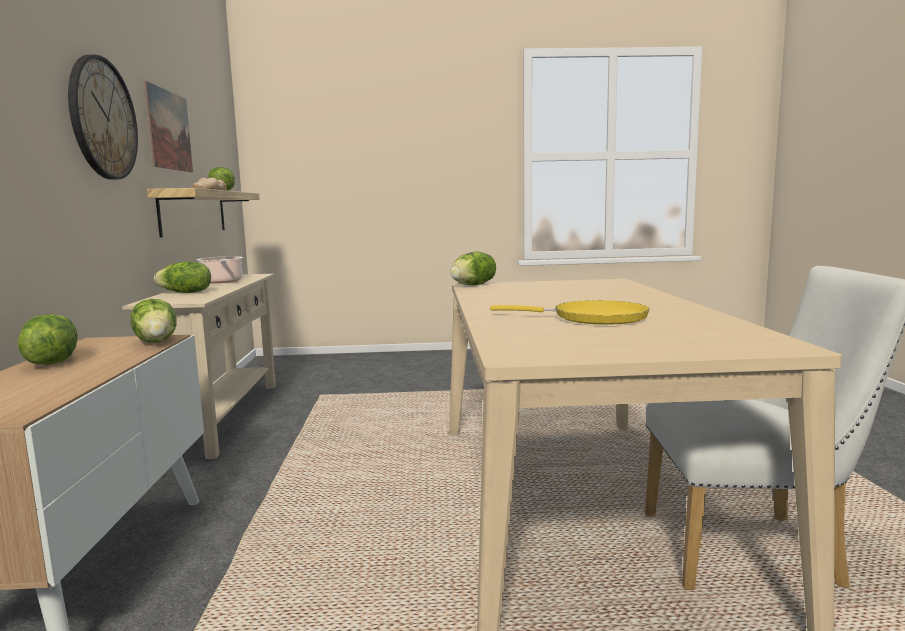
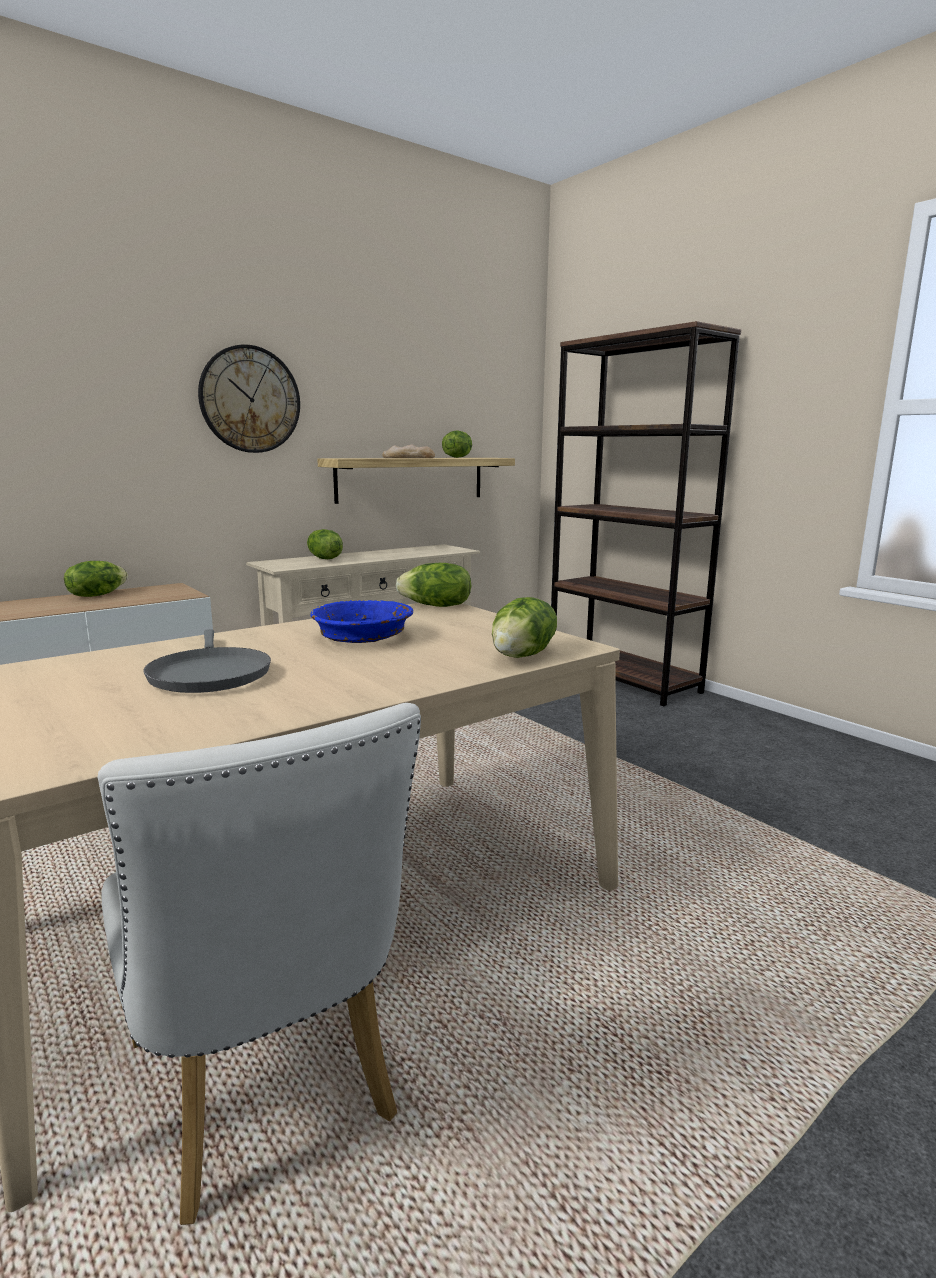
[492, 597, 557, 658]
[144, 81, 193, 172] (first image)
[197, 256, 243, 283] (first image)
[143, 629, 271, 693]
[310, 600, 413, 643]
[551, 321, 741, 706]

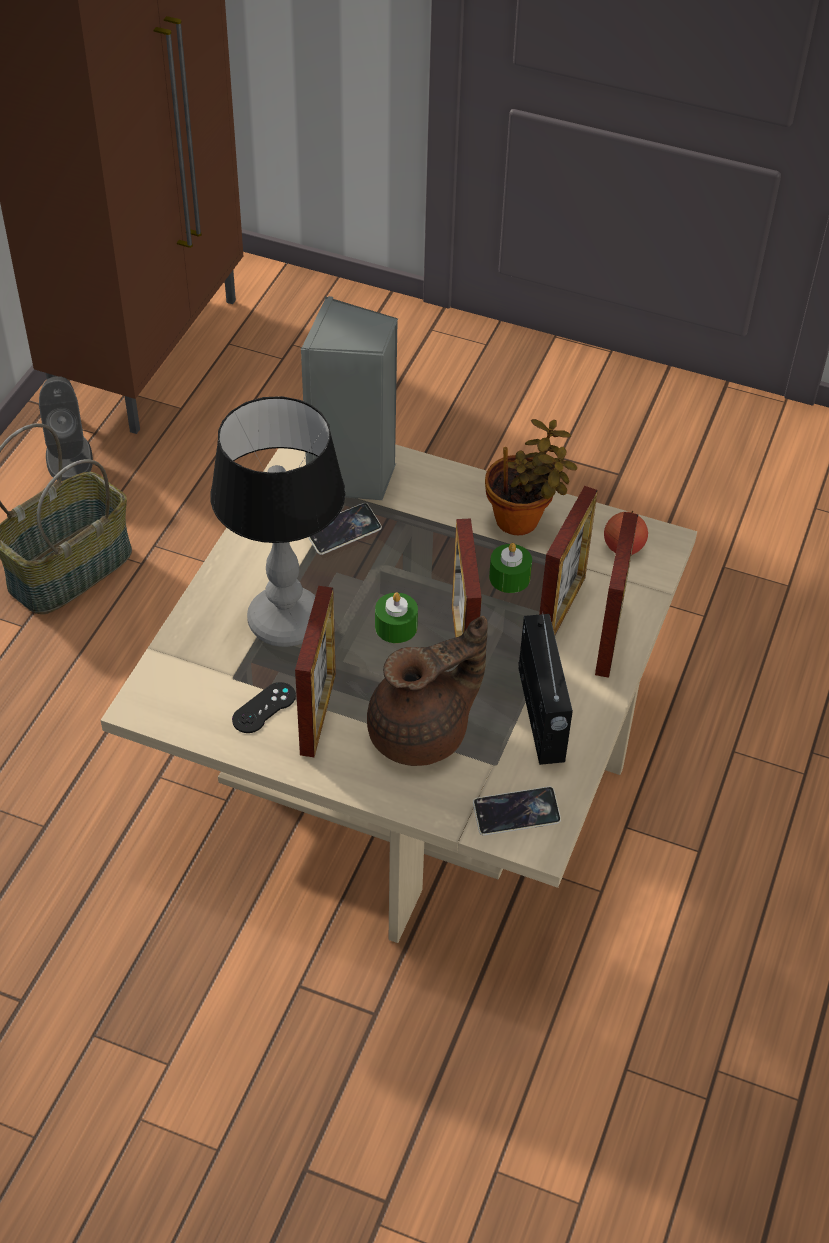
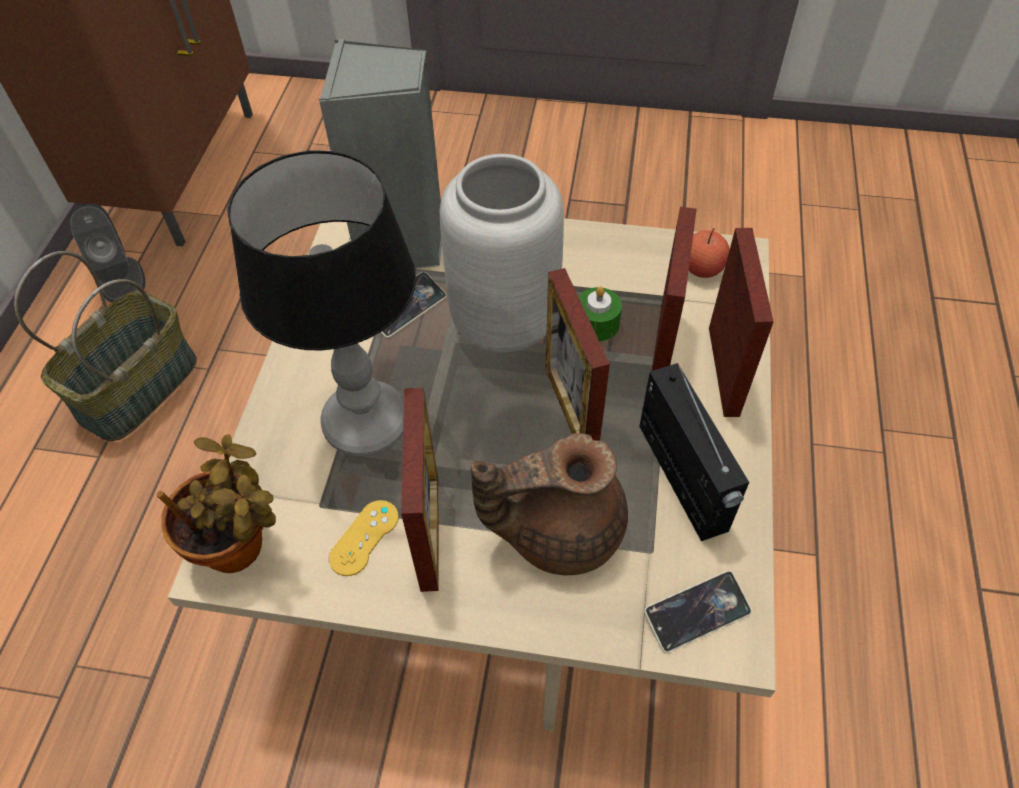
[329, 500, 399, 576]
[471, 433, 628, 575]
[375, 592, 418, 643] (first image)
[157, 434, 276, 573]
[440, 154, 564, 352]

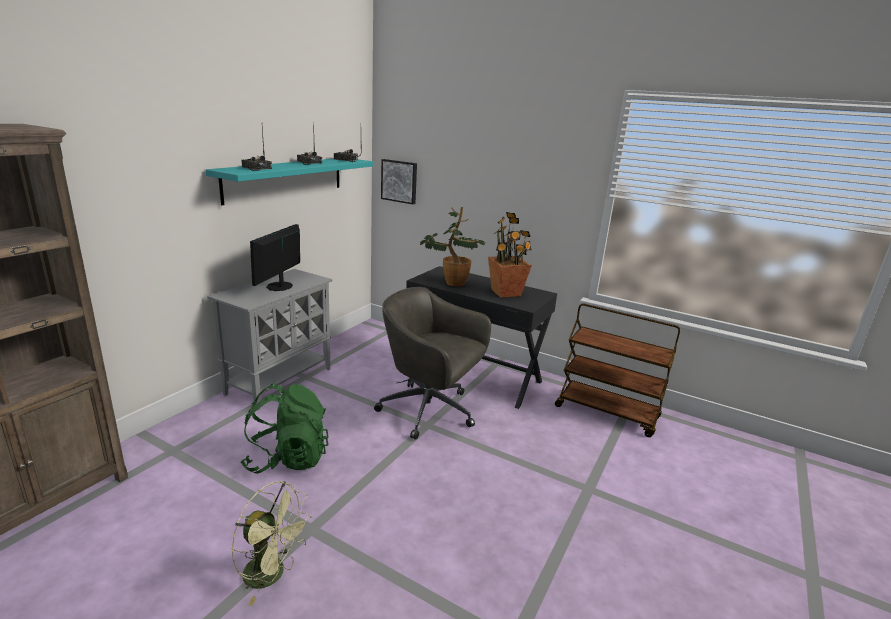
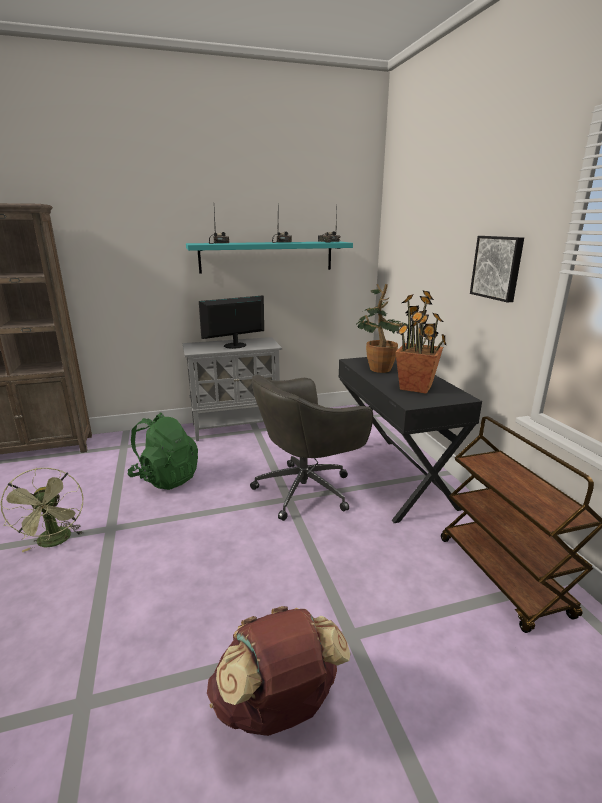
[250, 374, 373, 521]
[470, 236, 524, 302]
[207, 606, 350, 736]

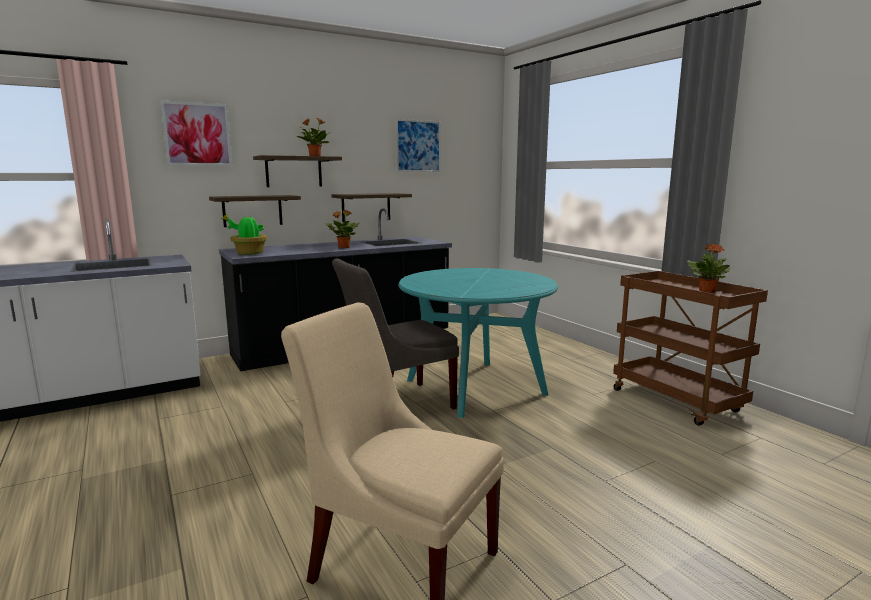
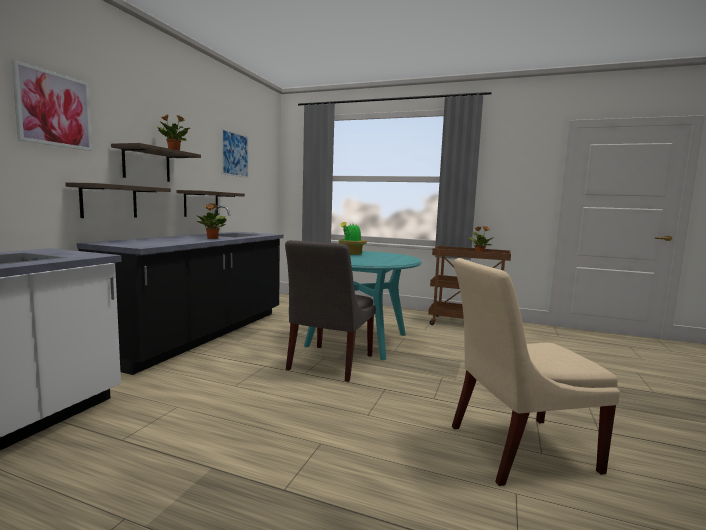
[339, 222, 367, 255]

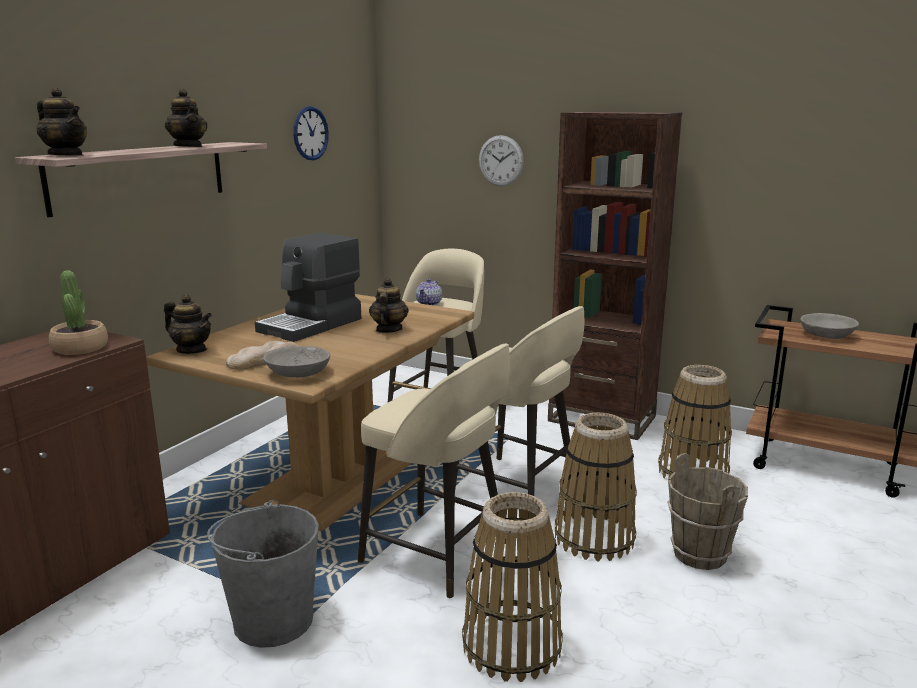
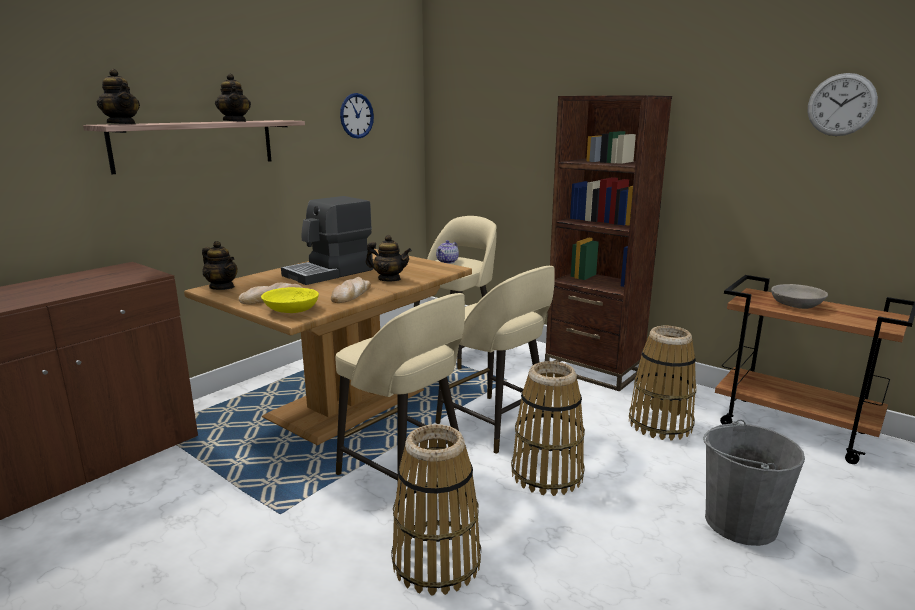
[49, 270, 108, 355] (first image)
[703, 419, 805, 546]
[261, 287, 319, 313]
[366, 235, 412, 281]
[808, 73, 878, 136]
[667, 453, 748, 570] (first image)
[331, 277, 371, 303]

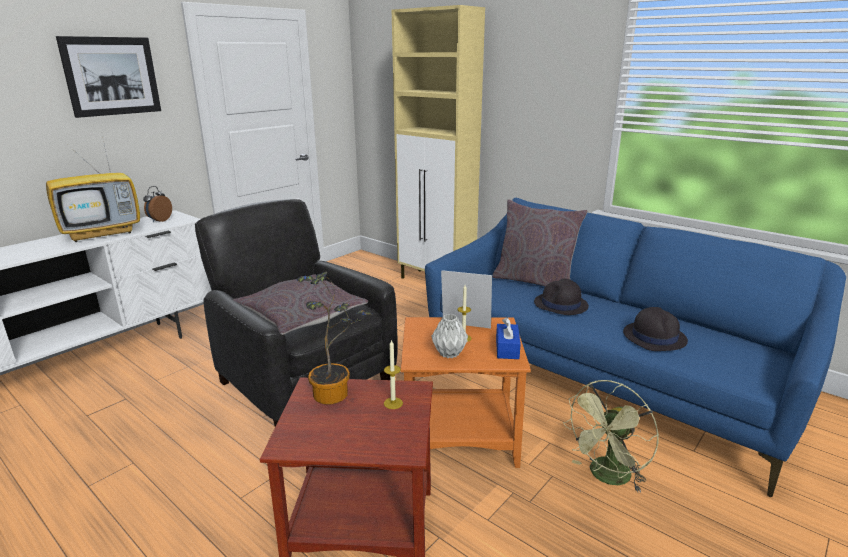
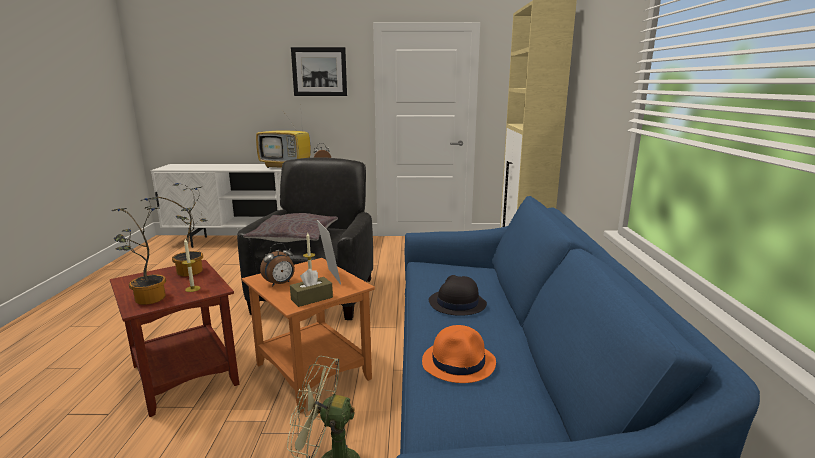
[260, 243, 295, 287]
[492, 199, 588, 286] (first image)
[290, 269, 333, 307]
[422, 325, 496, 383]
[111, 198, 166, 305]

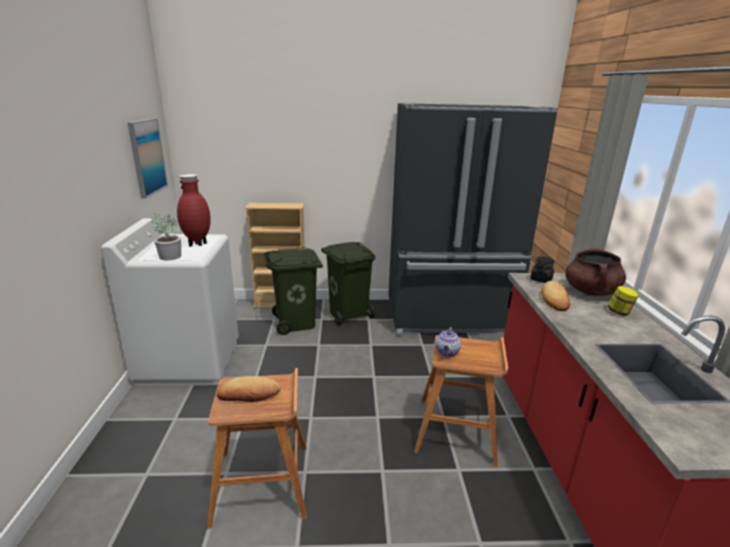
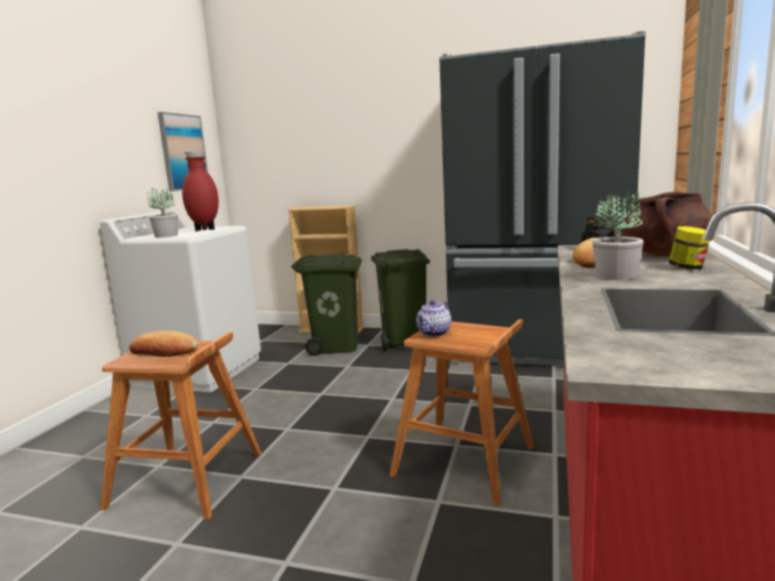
[592, 190, 644, 280]

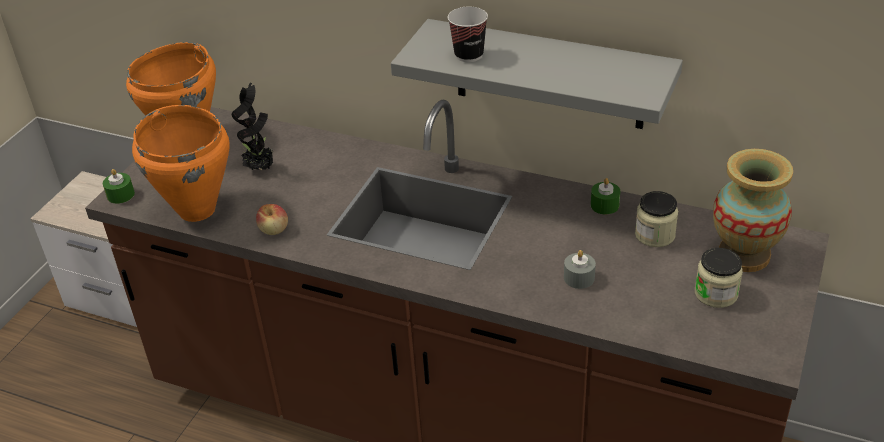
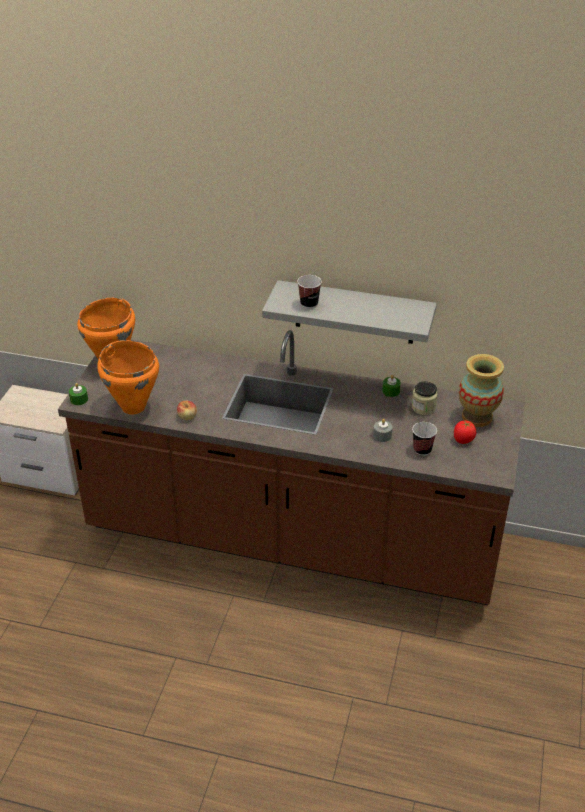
[232, 82, 273, 170] (first image)
[454, 421, 476, 444]
[412, 422, 437, 456]

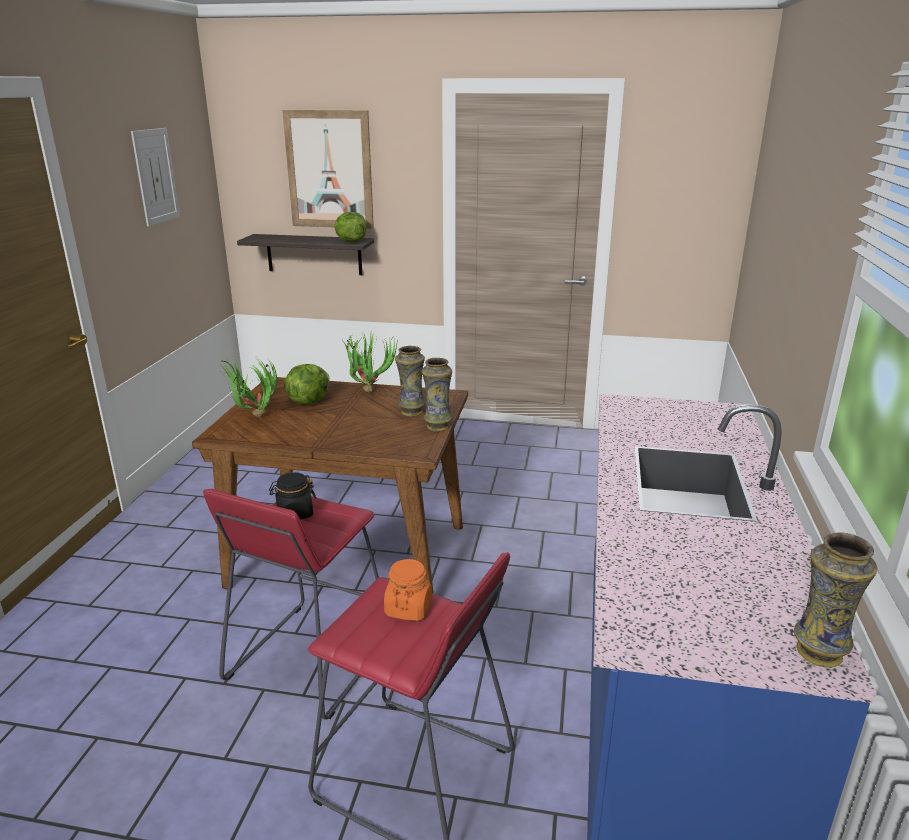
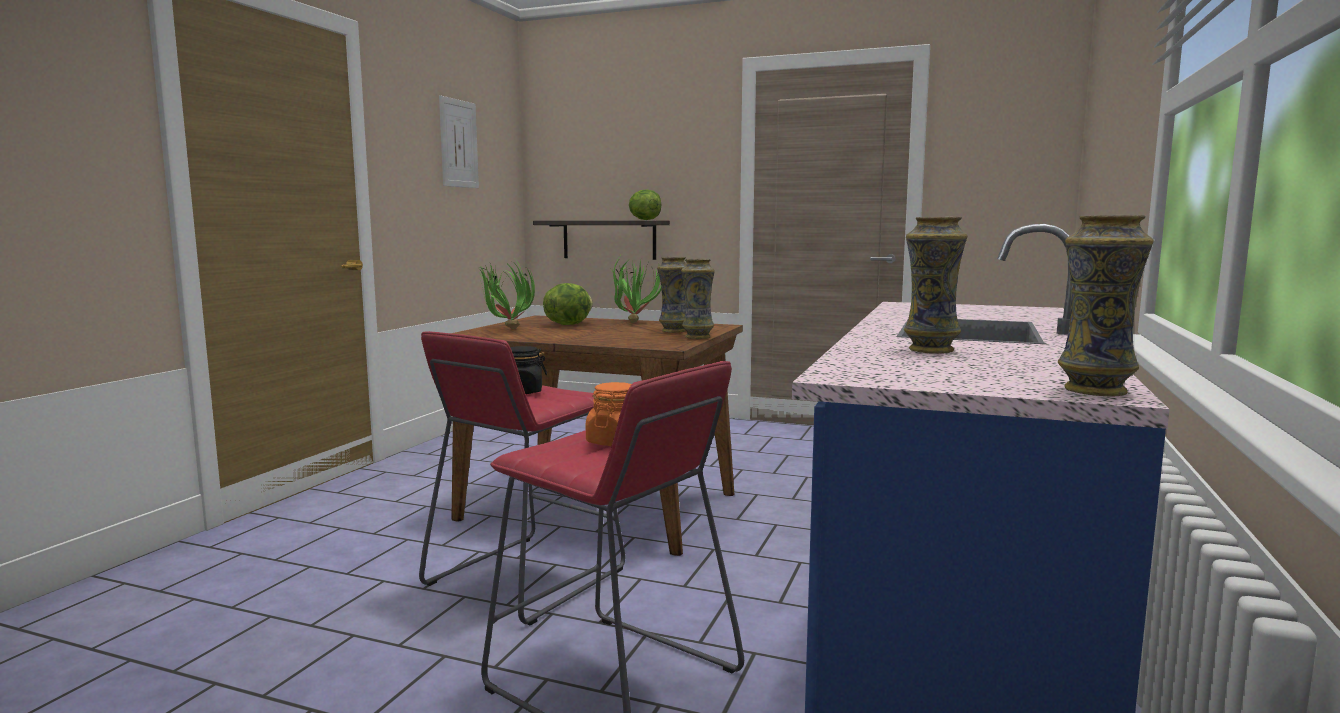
[282, 110, 374, 229] (first image)
[904, 216, 967, 354]

